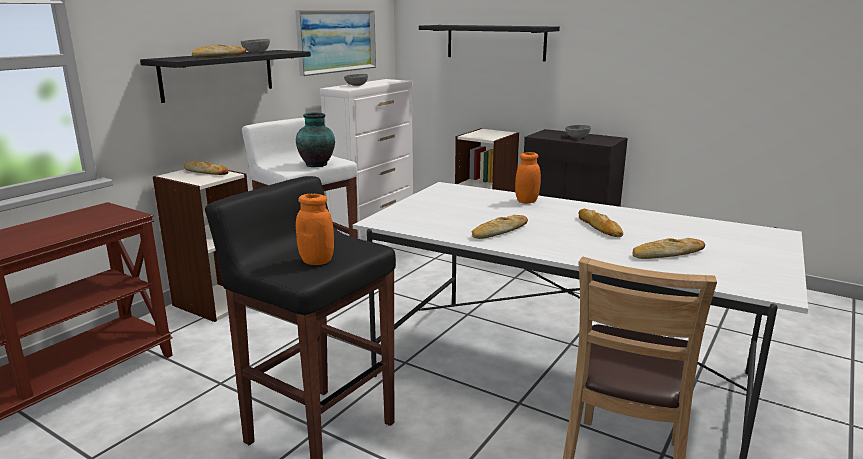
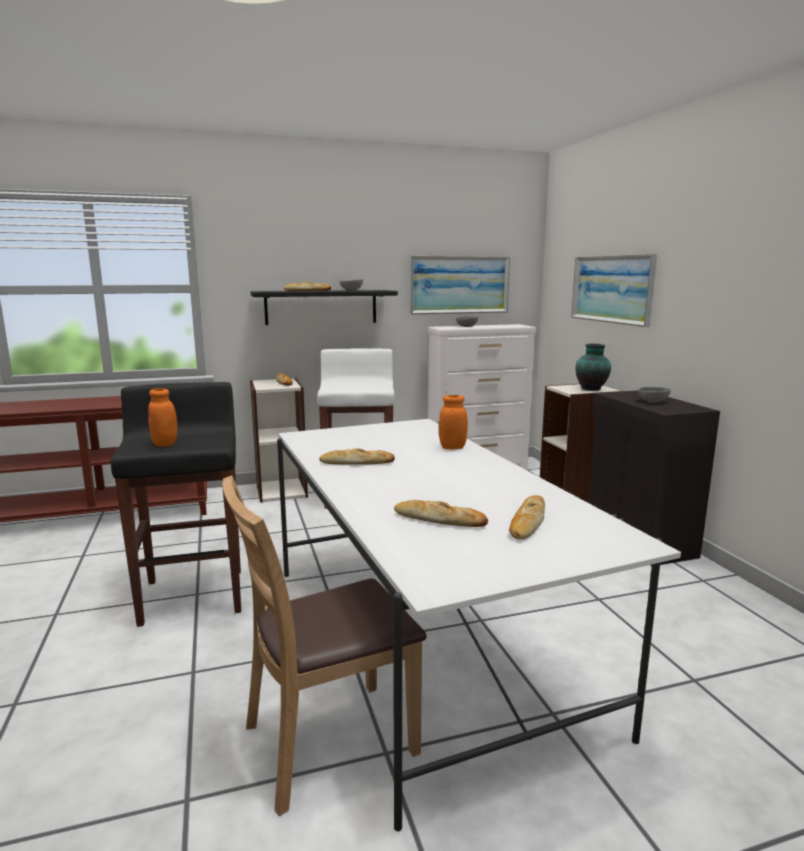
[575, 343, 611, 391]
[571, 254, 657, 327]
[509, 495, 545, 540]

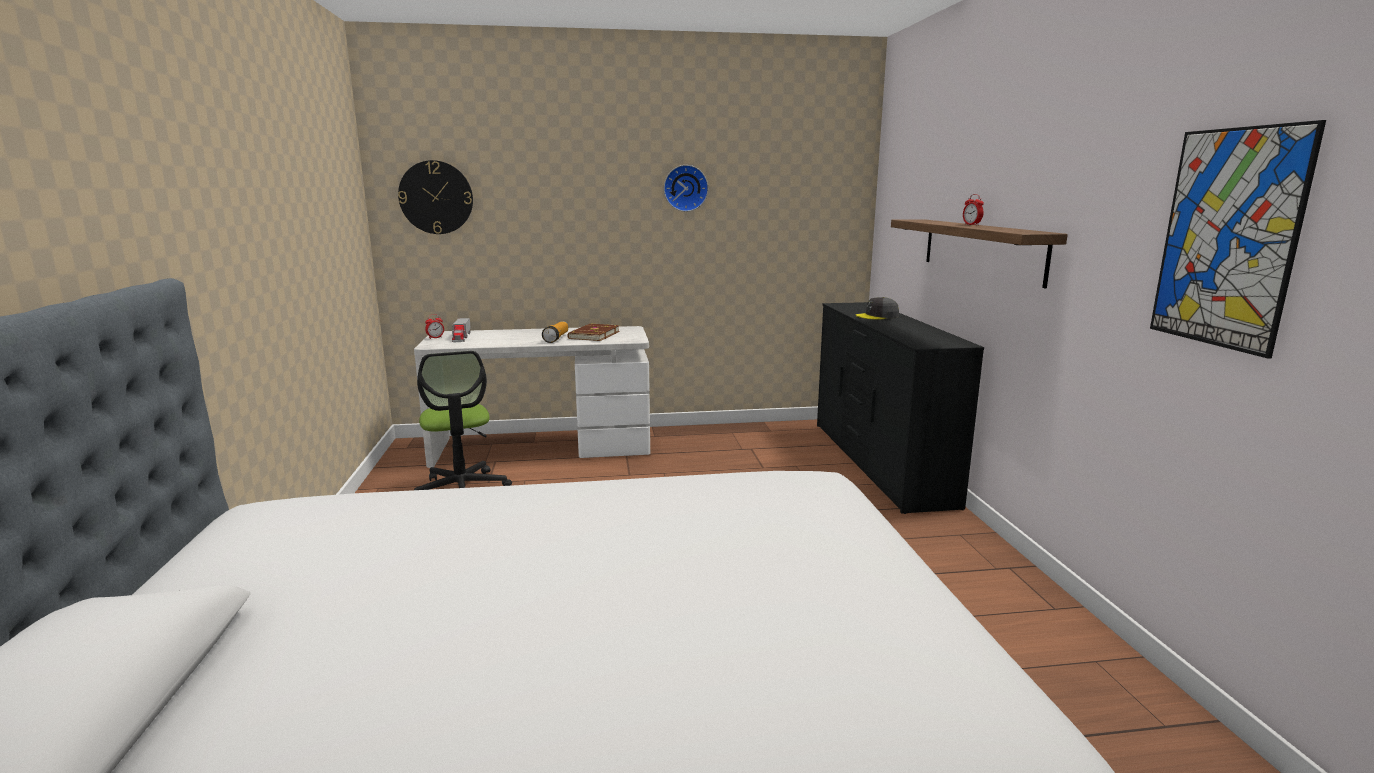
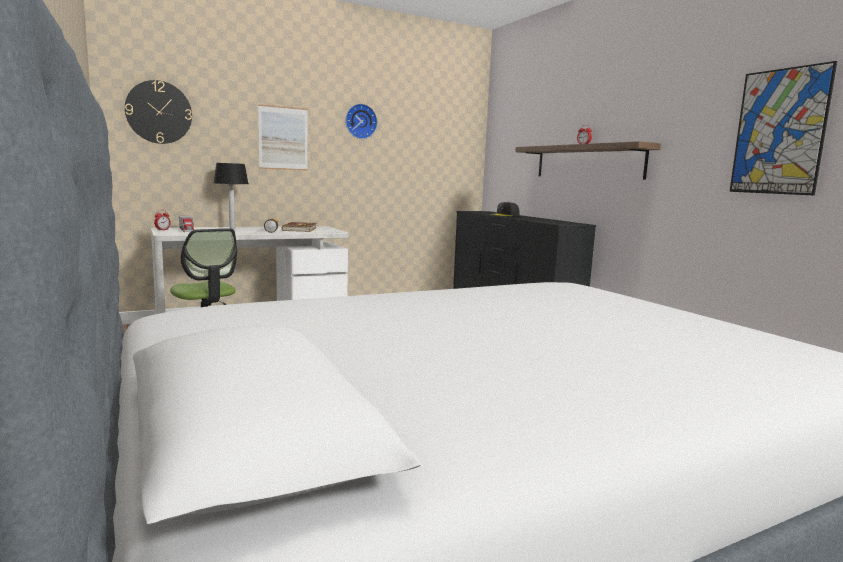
[213, 163, 248, 228]
[258, 104, 308, 171]

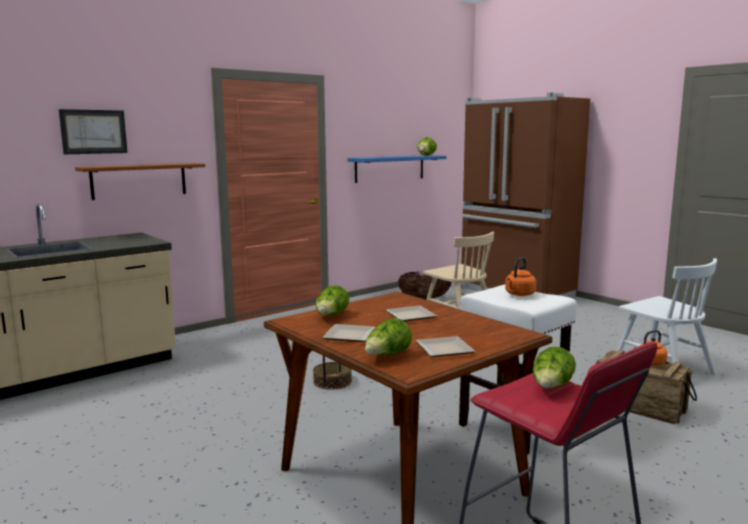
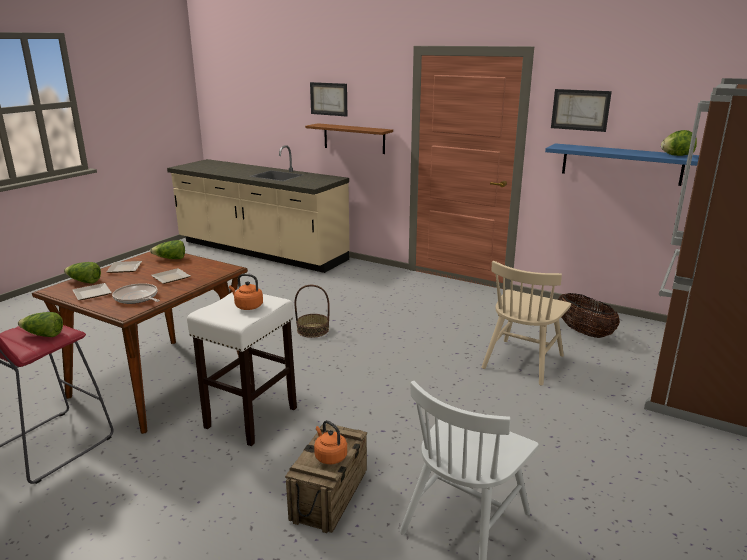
[112, 283, 160, 304]
[551, 89, 612, 132]

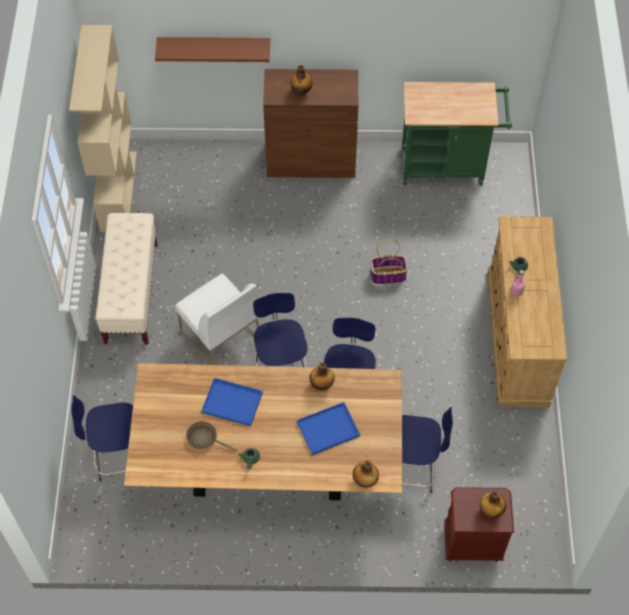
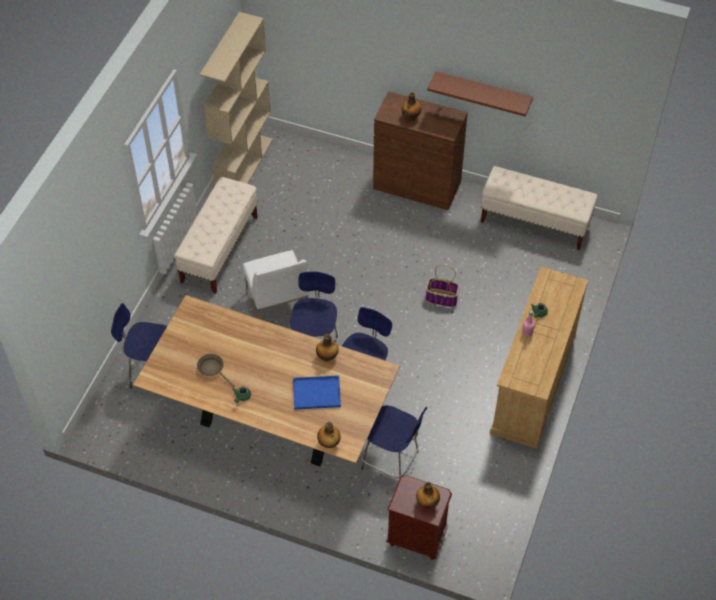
[427, 71, 533, 117]
[201, 378, 263, 426] (first image)
[481, 166, 598, 251]

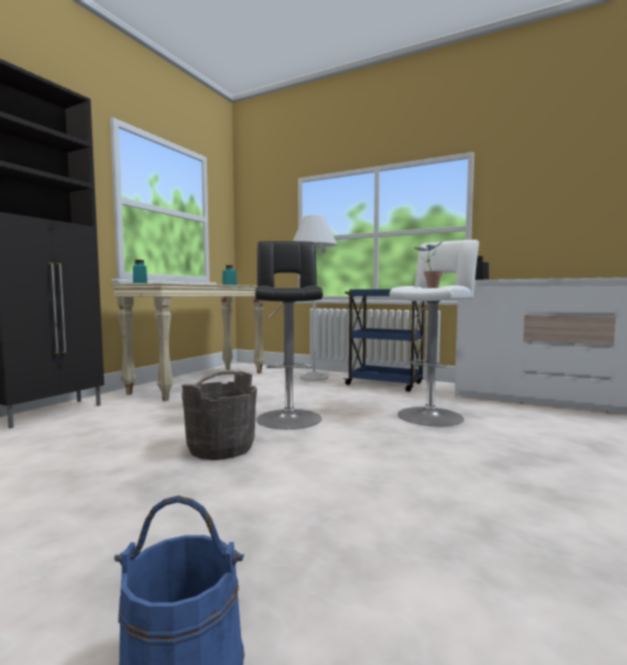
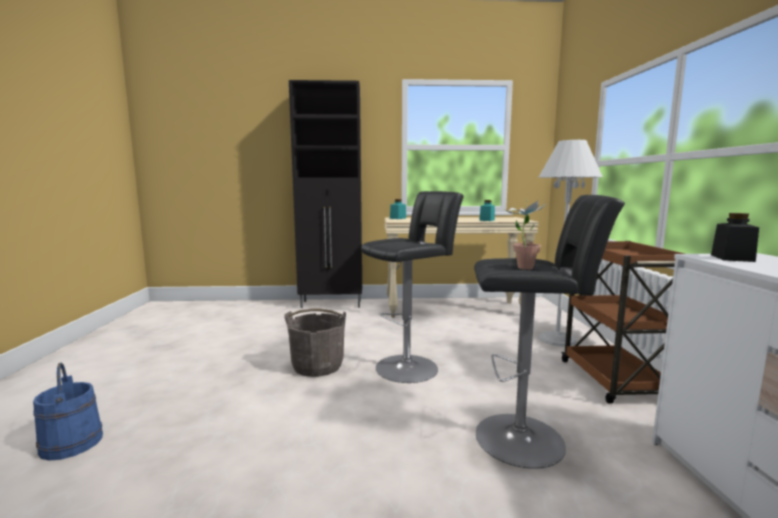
[561, 241, 685, 404]
[474, 195, 625, 469]

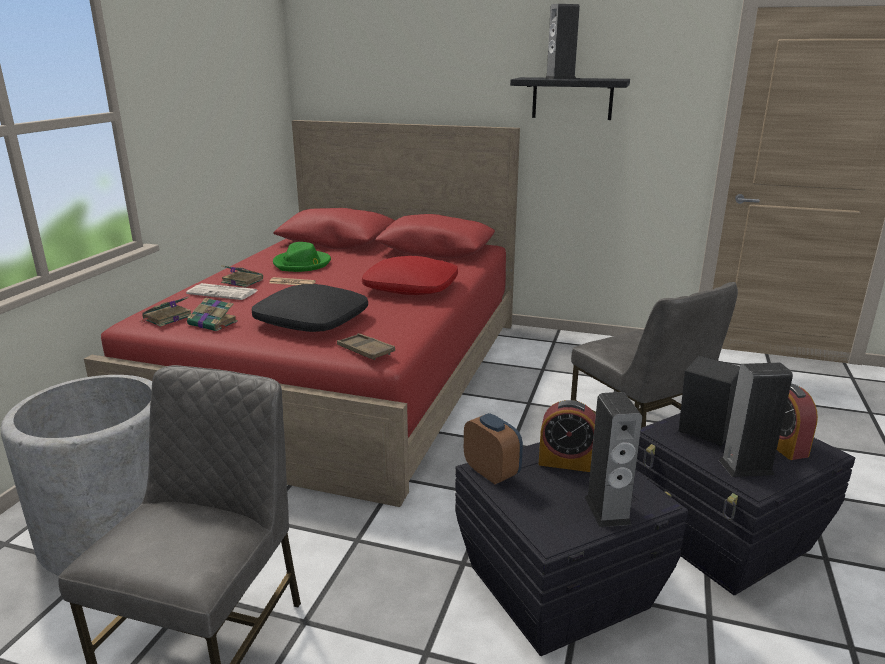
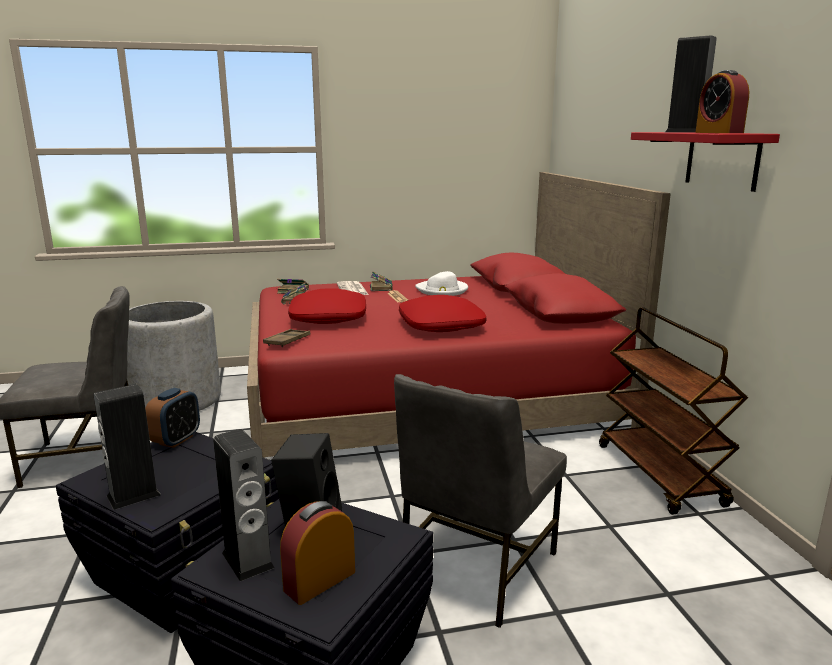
[288, 288, 366, 324]
[415, 271, 468, 296]
[631, 132, 780, 192]
[695, 70, 749, 133]
[599, 307, 748, 515]

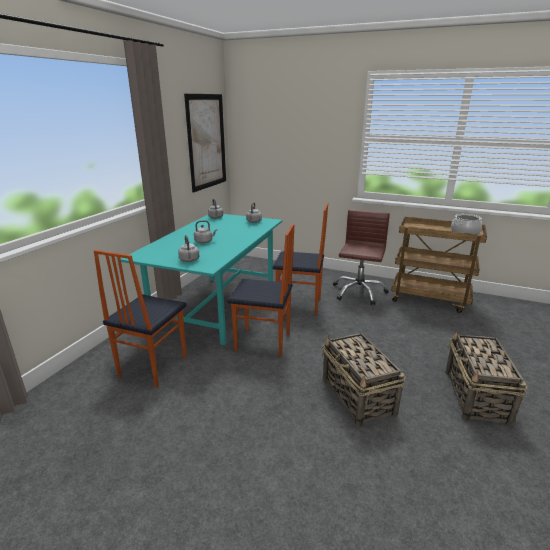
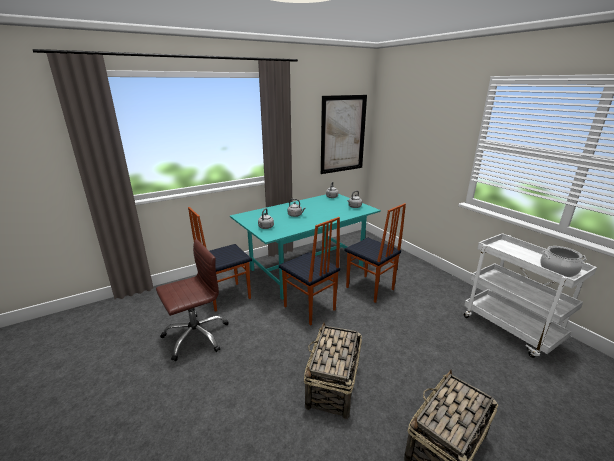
[156, 239, 229, 361]
[464, 233, 597, 358]

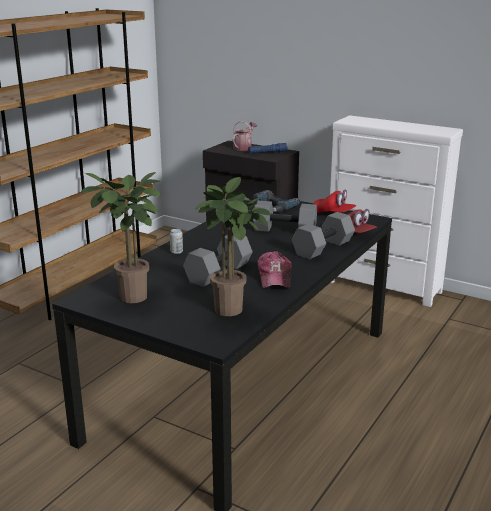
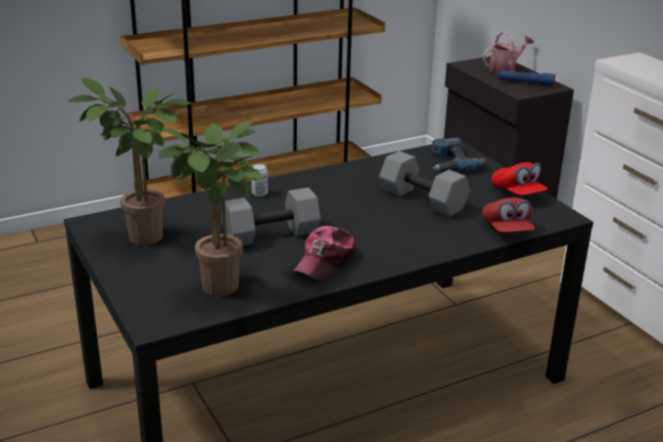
[292, 212, 355, 259] (first image)

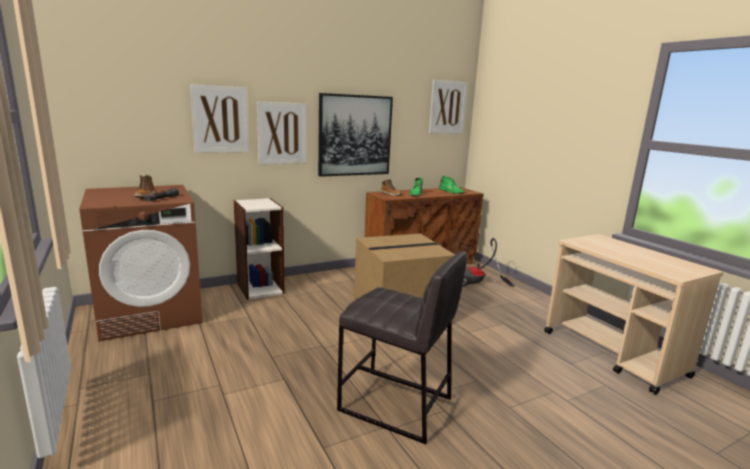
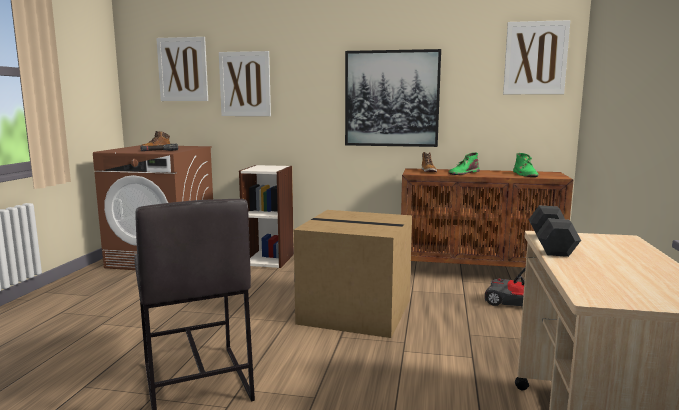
[156, 37, 208, 101]
[529, 206, 581, 257]

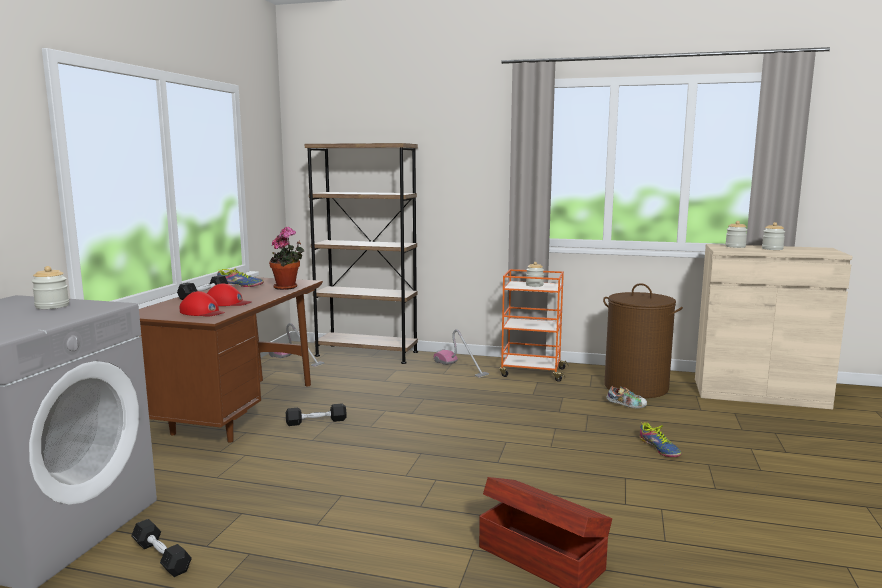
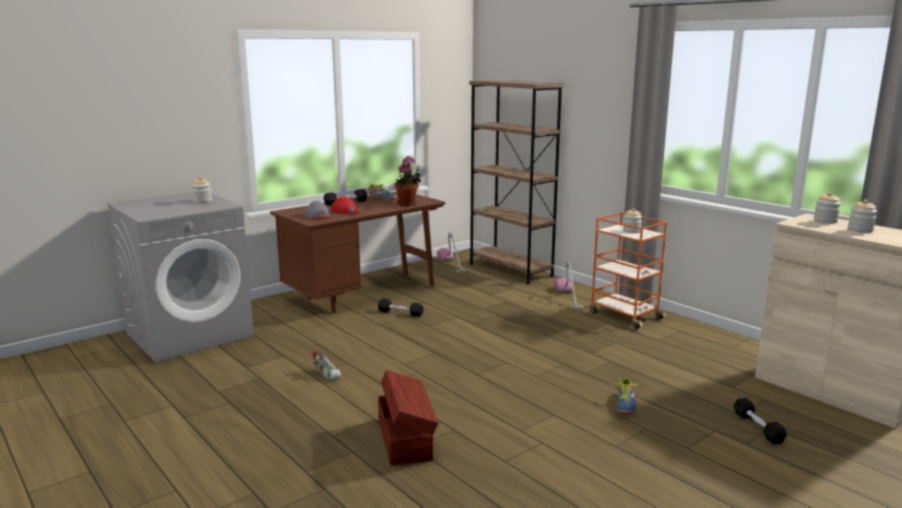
[733, 398, 787, 445]
[306, 201, 330, 220]
[603, 283, 683, 398] (first image)
[311, 350, 341, 380]

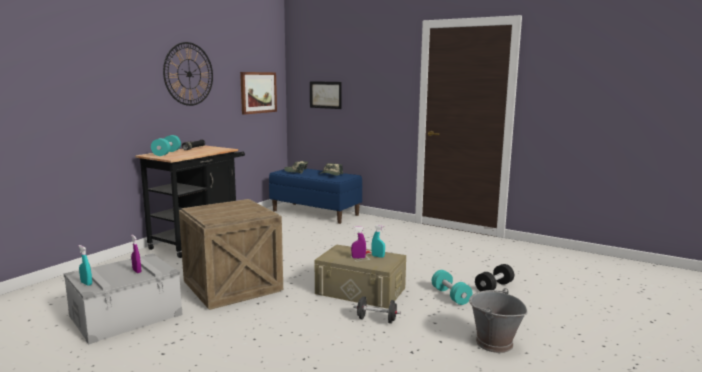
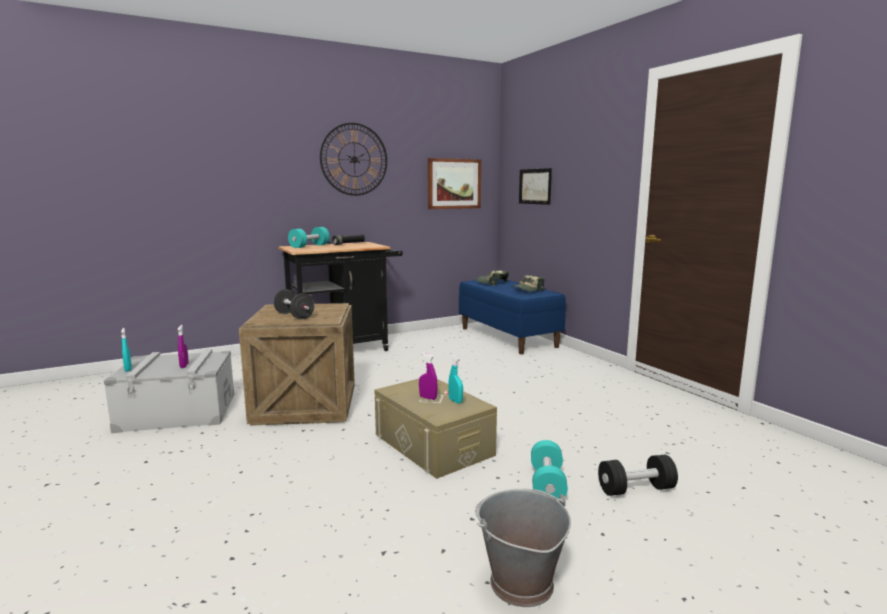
[273, 289, 314, 319]

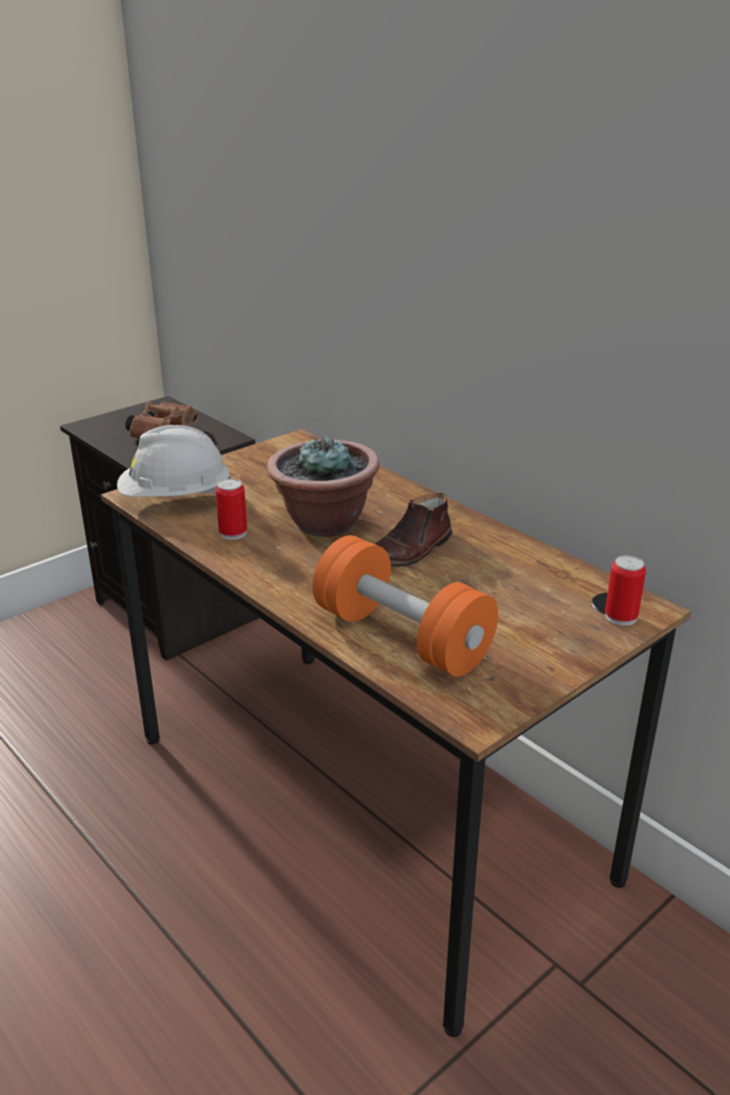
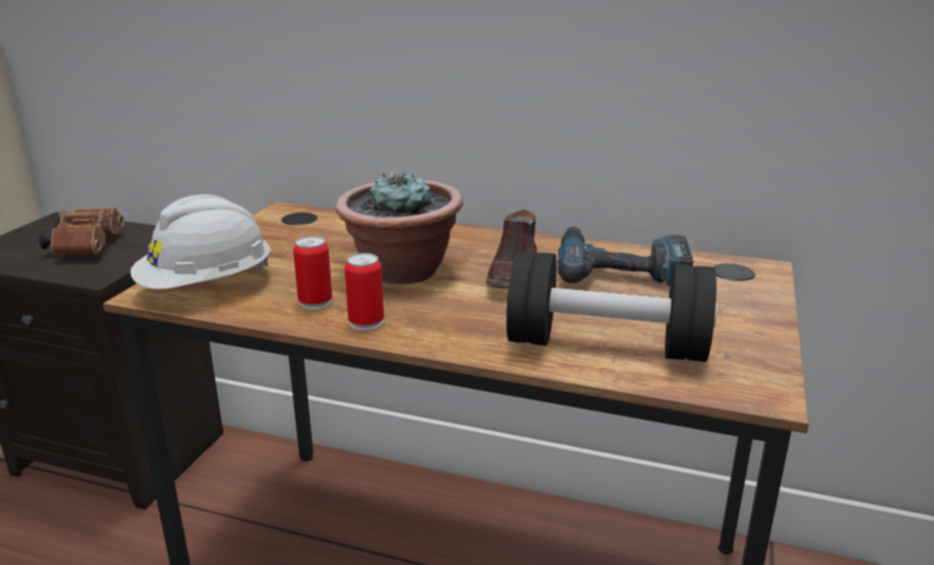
[506, 251, 717, 362]
[345, 253, 384, 331]
[558, 226, 693, 286]

